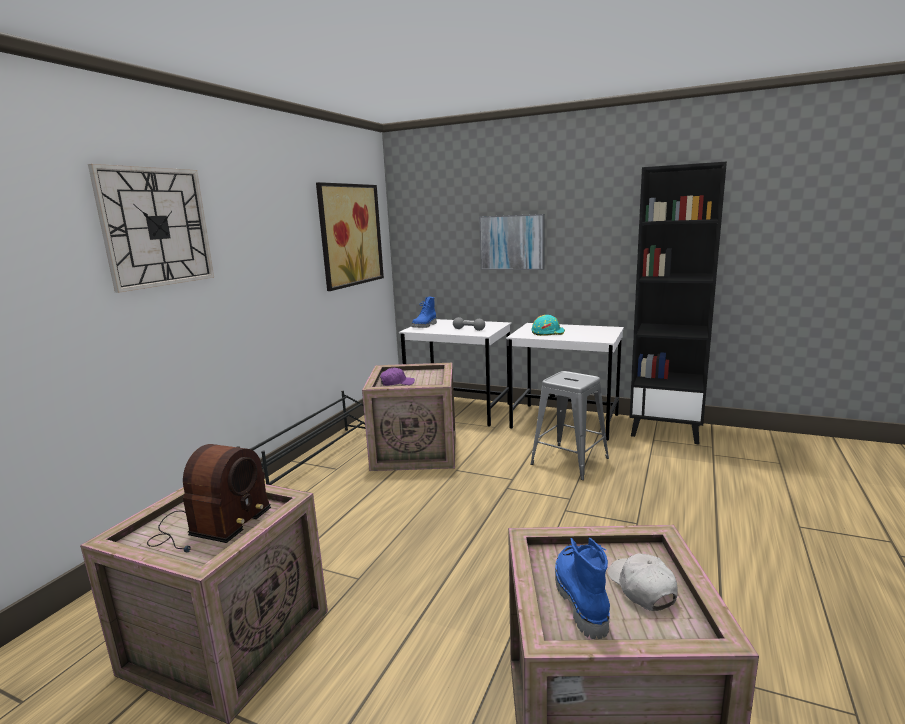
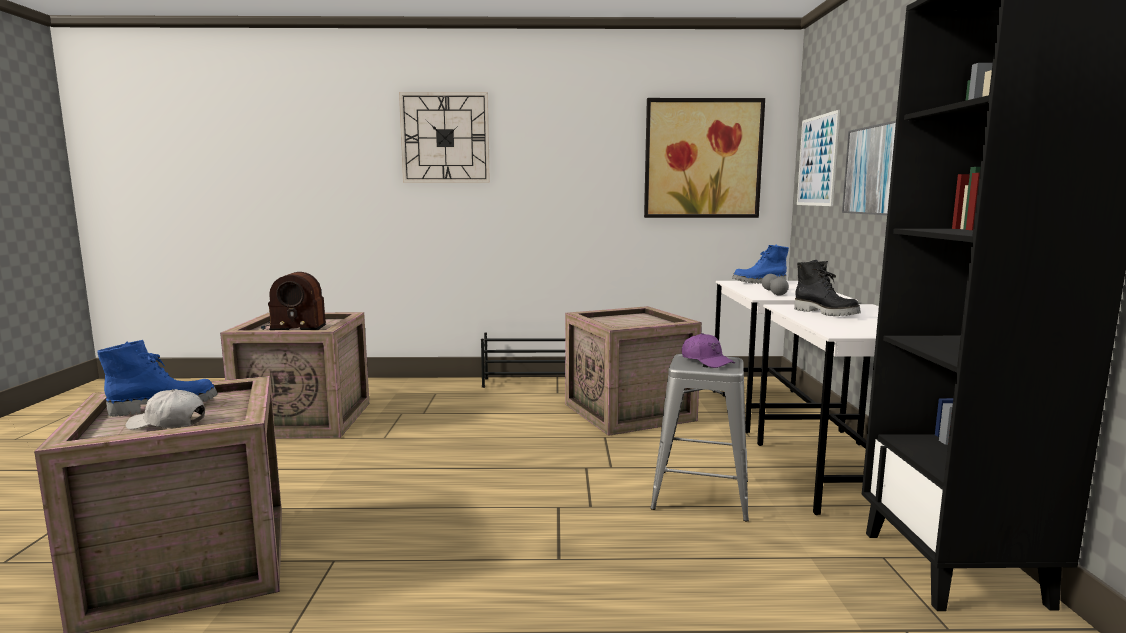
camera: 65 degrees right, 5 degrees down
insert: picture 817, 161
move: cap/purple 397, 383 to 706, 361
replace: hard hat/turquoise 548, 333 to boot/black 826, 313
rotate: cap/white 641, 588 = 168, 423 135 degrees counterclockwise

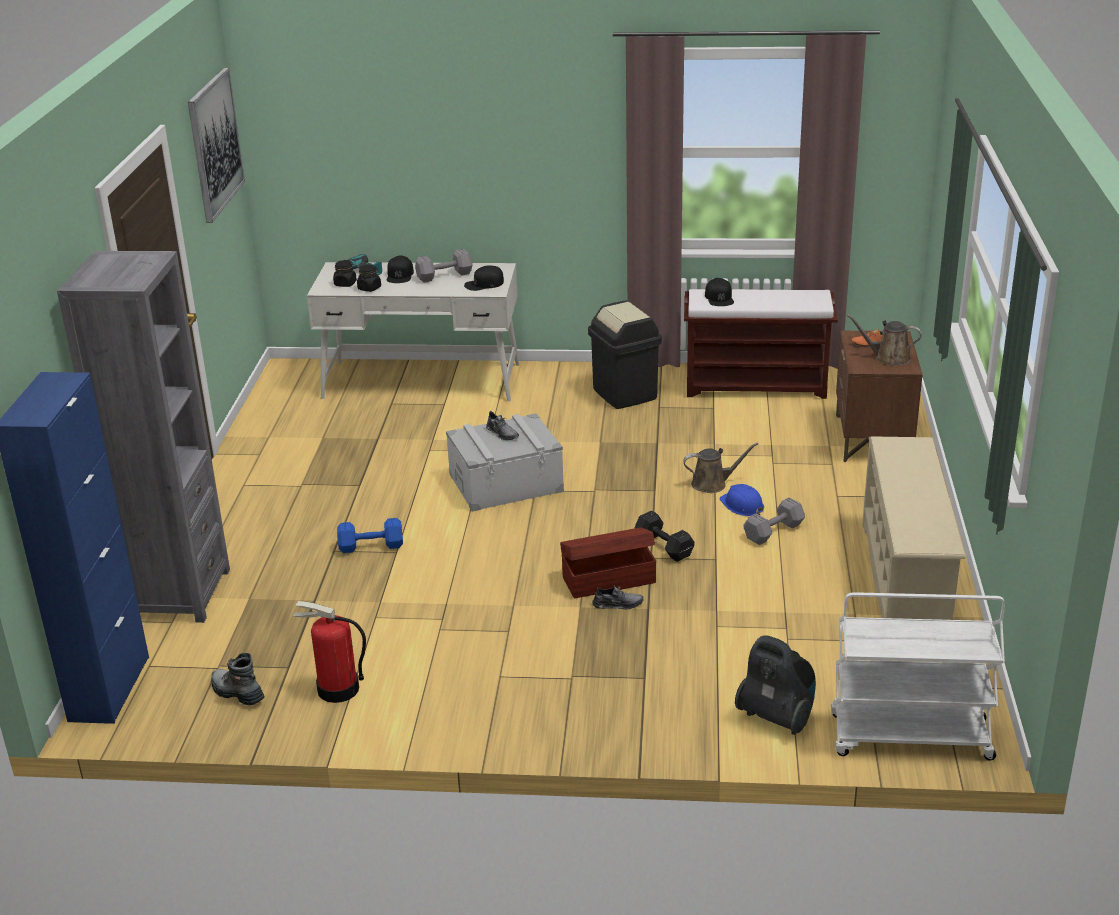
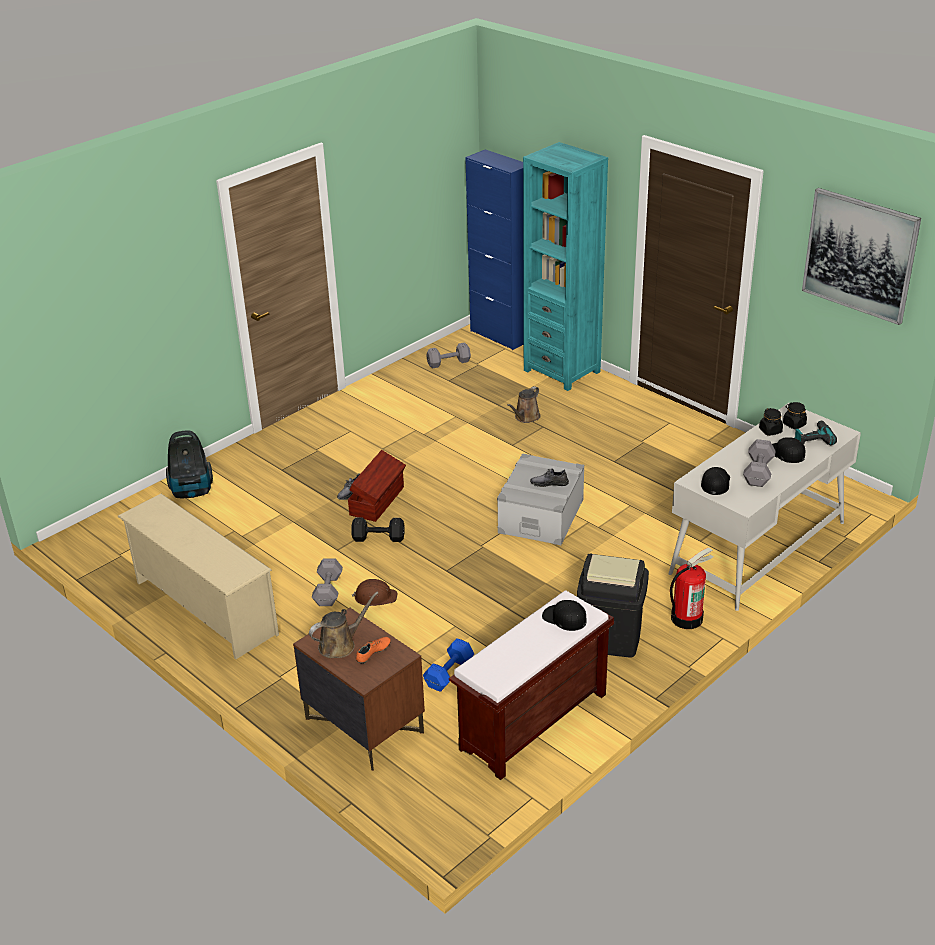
camera: 130 degrees right, 5 degrees up
delete: cart/white 909, 738
move: fire extinguisher 337, 689 to 686, 618; dumbbell/blue 369, 546 to 450, 672; watering can/brown 712, 484 to 526, 417
replace: boot 237, 693 to dumbbell/grey 447, 363
recolor: bookcase/grey 179, 594 to bookcase/turquoise 562, 371; hard hat/blue 742, 505 to hard hat/brown 375, 597

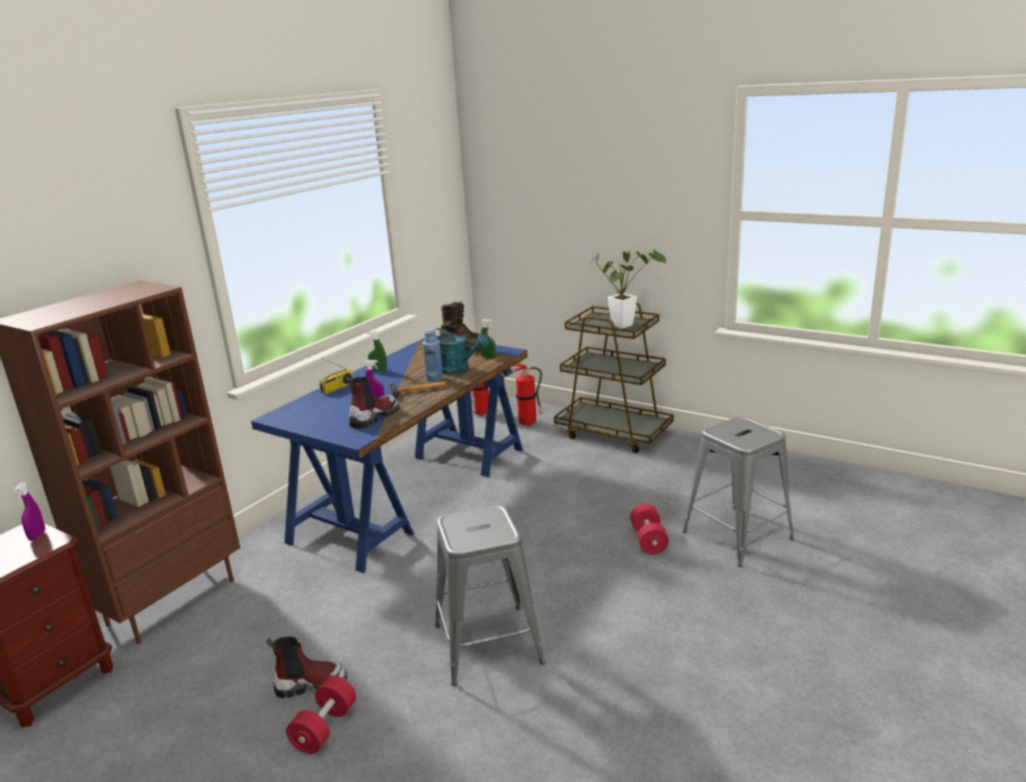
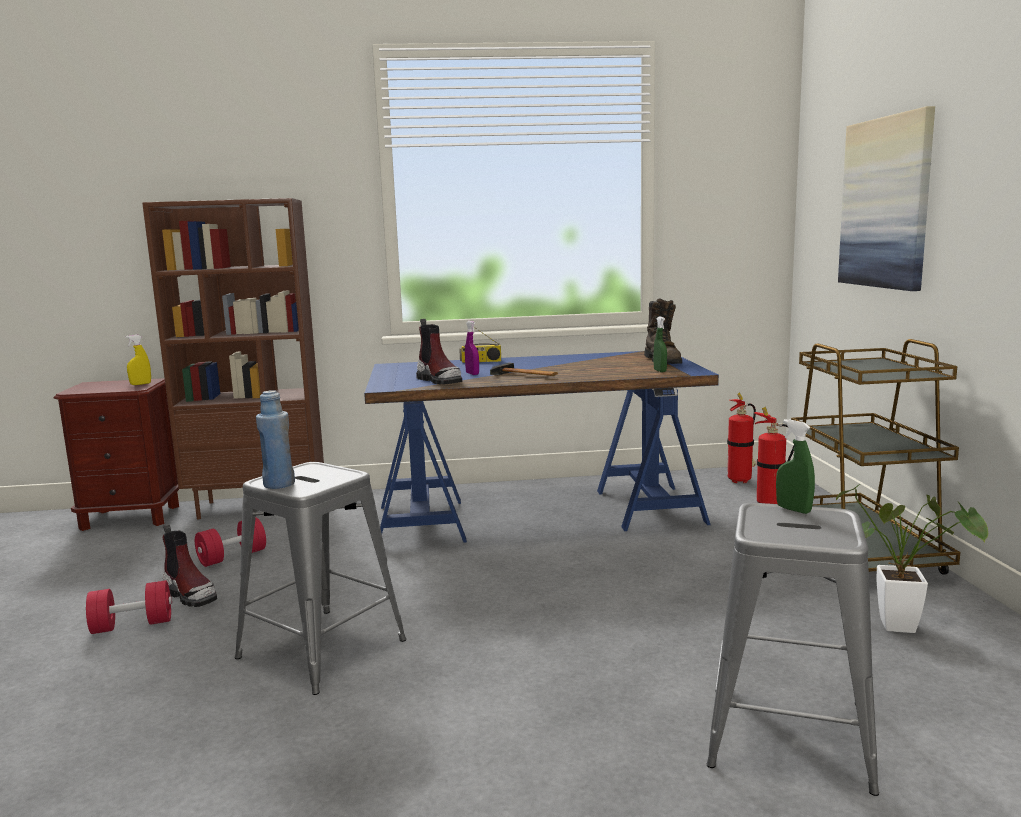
camera: 50 degrees right, 10 degrees down
delete: watering can/turquoise 459, 370
insert: picture 886, 203
move: spray bottle/green 378, 370 to 793, 509; bottle/blue 435, 379 to 279, 484; potted plant 626, 324 to 907, 627; dumbbell/red 648, 540 to 232, 557
recolor: spray bottle/purple 37, 535 to spray bottle/yellow 140, 384
rotate: boot 374, 417 = 440, 380 60 degrees clockwise

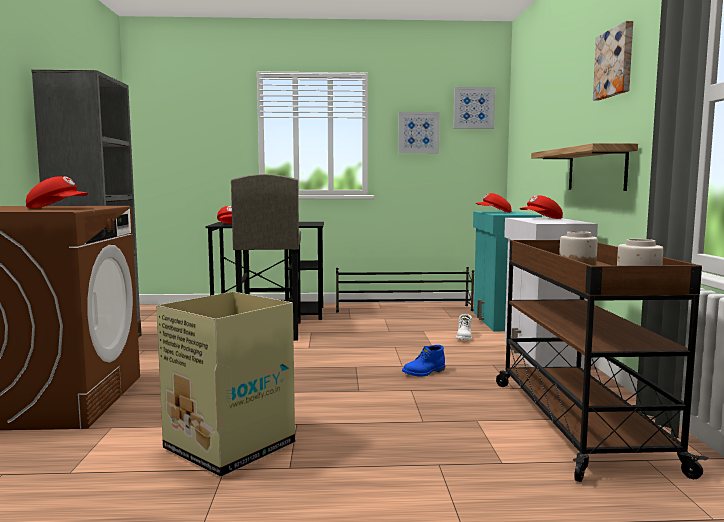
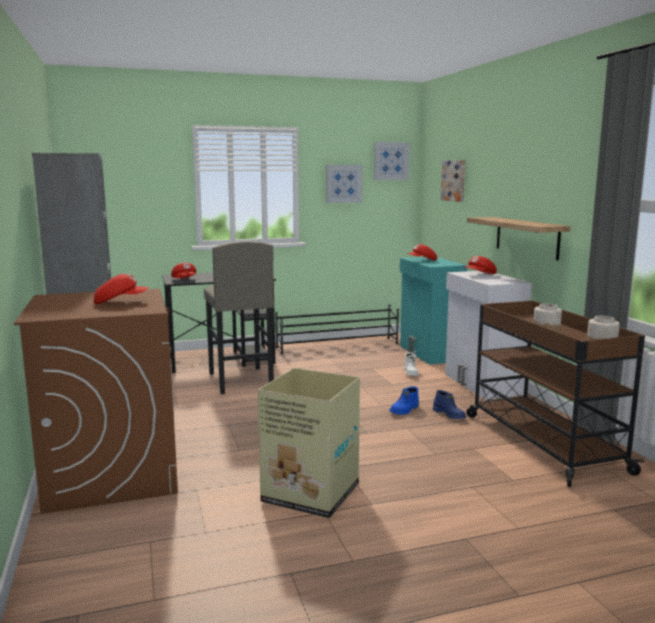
camera: 15 degrees left, 5 degrees up
insert: boot/blue 449, 415
move: picture 615, 63 to 454, 180

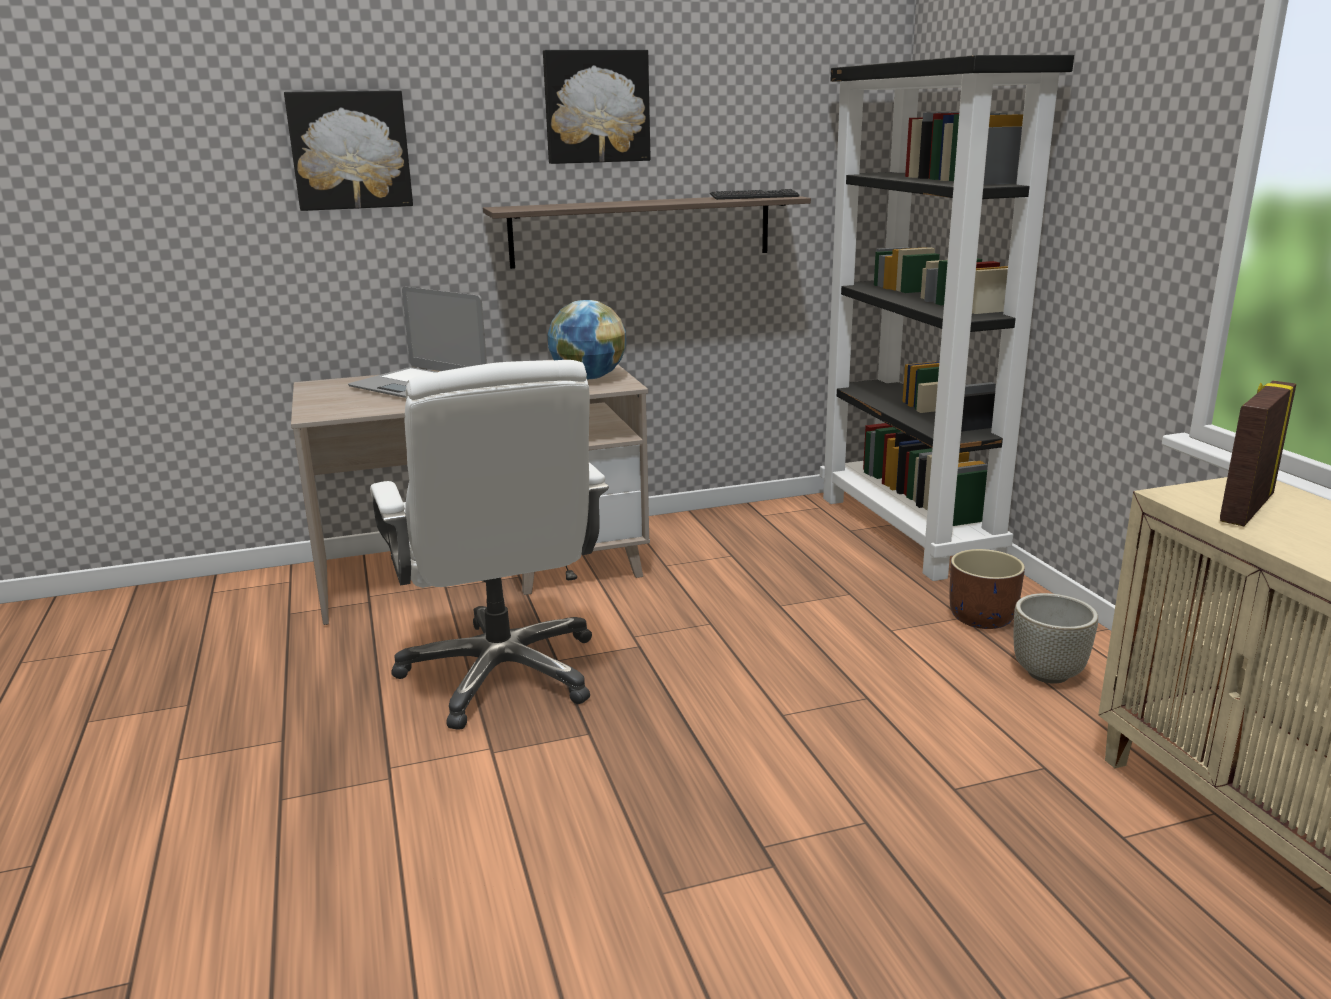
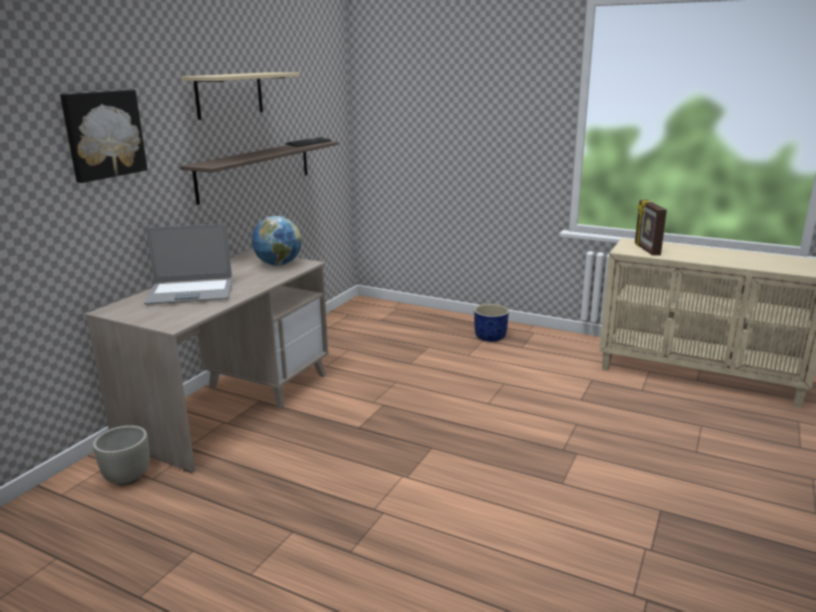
camera: 45 degrees left, 0 degrees up
delete: office chair/white 502, 673; bookcase/black 908, 531
move: planter/grey 1048, 673 to 128, 478
replace: picture 596, 107 to shelf/beige 229, 95
recolor: planter/brown 981, 619 to planter/blue 490, 337

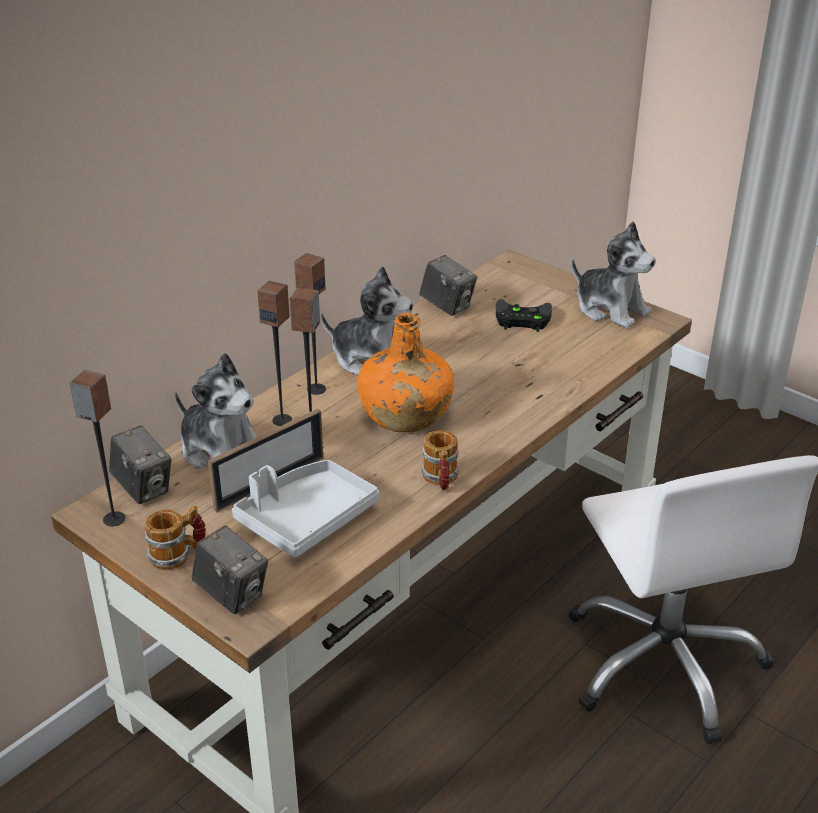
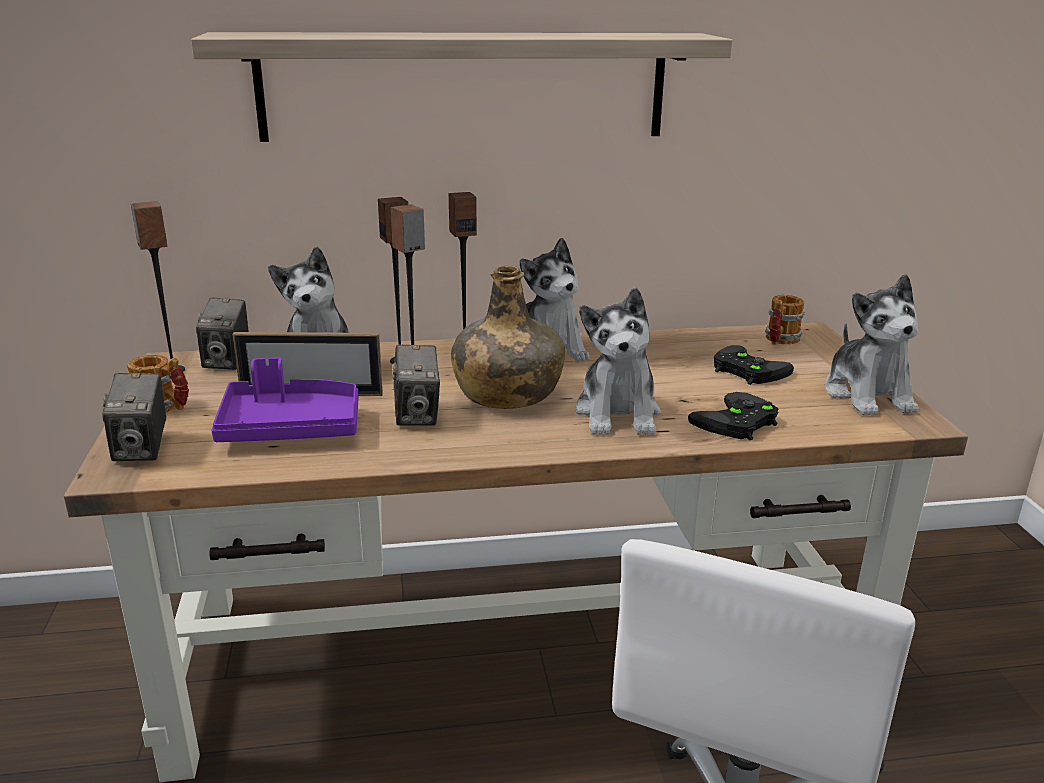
camera: 40 degrees right, 10 degrees down
insert: shelf 464, 86; plush toy 618, 413; game controller/black 736, 423
move: photo camera 447, 306 to 417, 415; mug 441, 480 to 780, 341
recolor: tray/grey 306, 518 to tray/purple 290, 427; bottle/orange 404, 414 to bottle/green 506, 394

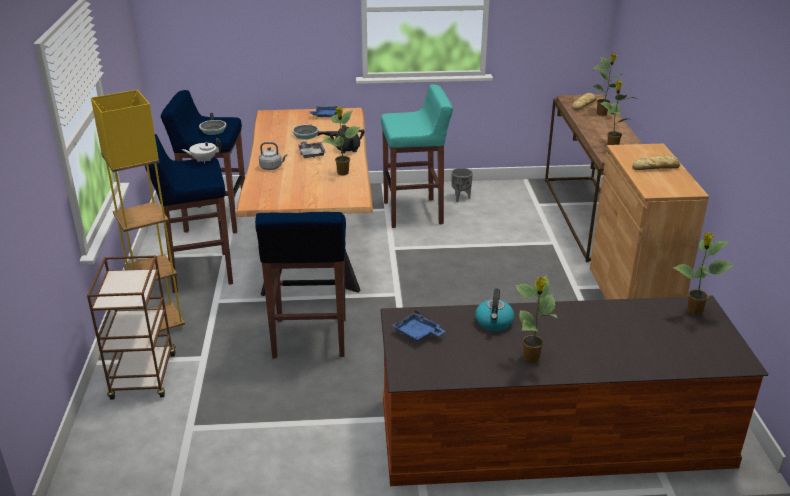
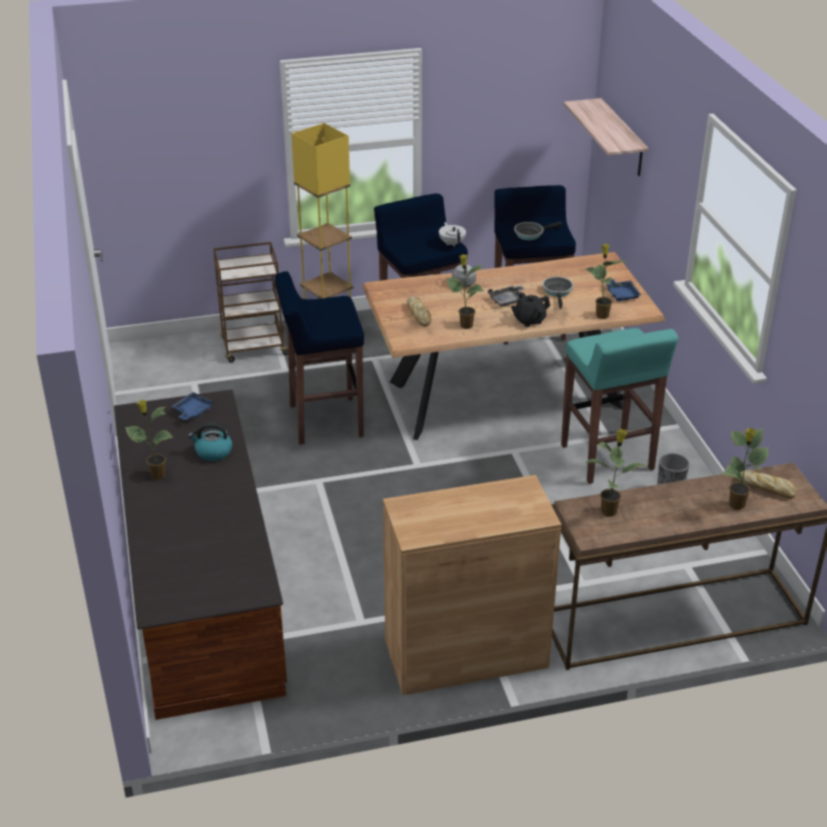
camera: 80 degrees right, 5 degrees up
insert: shelf 622, 138
move: bread 656, 167 to 419, 315; potted plant 693, 311 to 601, 315

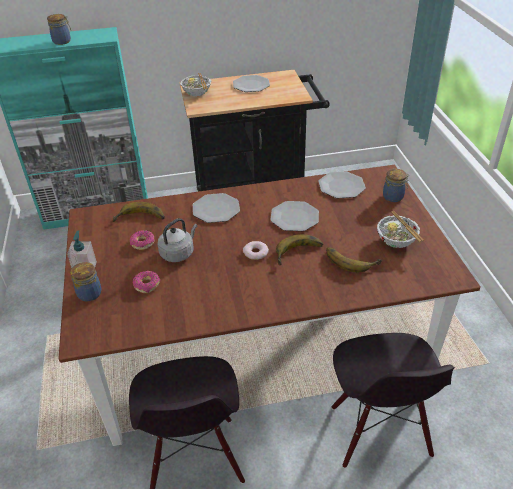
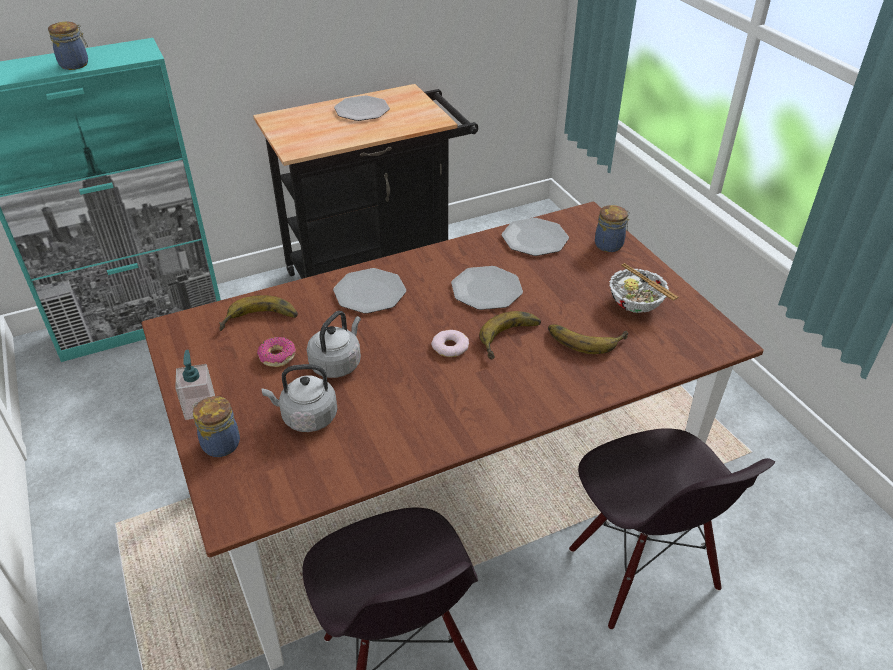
camera: 15 degrees left, 0 degrees up
delete: bowl 197, 93
replace: donut 147, 285 to kettle/grey 306, 417

